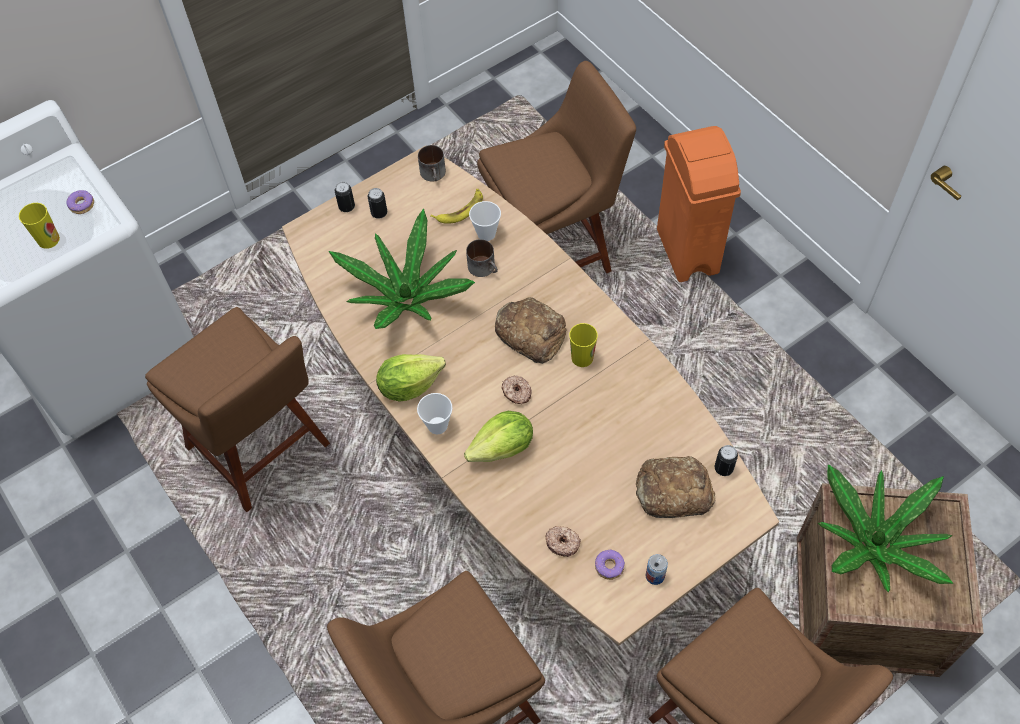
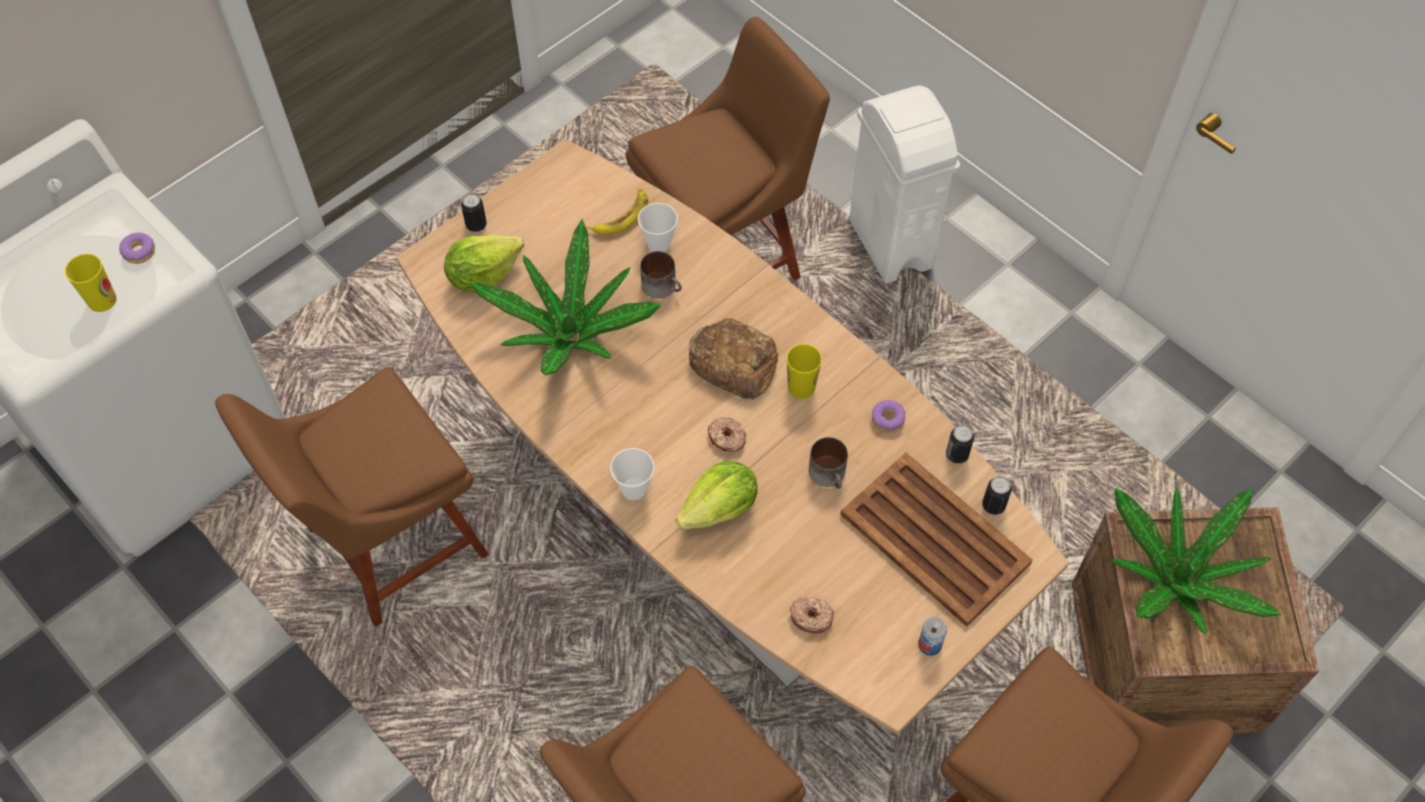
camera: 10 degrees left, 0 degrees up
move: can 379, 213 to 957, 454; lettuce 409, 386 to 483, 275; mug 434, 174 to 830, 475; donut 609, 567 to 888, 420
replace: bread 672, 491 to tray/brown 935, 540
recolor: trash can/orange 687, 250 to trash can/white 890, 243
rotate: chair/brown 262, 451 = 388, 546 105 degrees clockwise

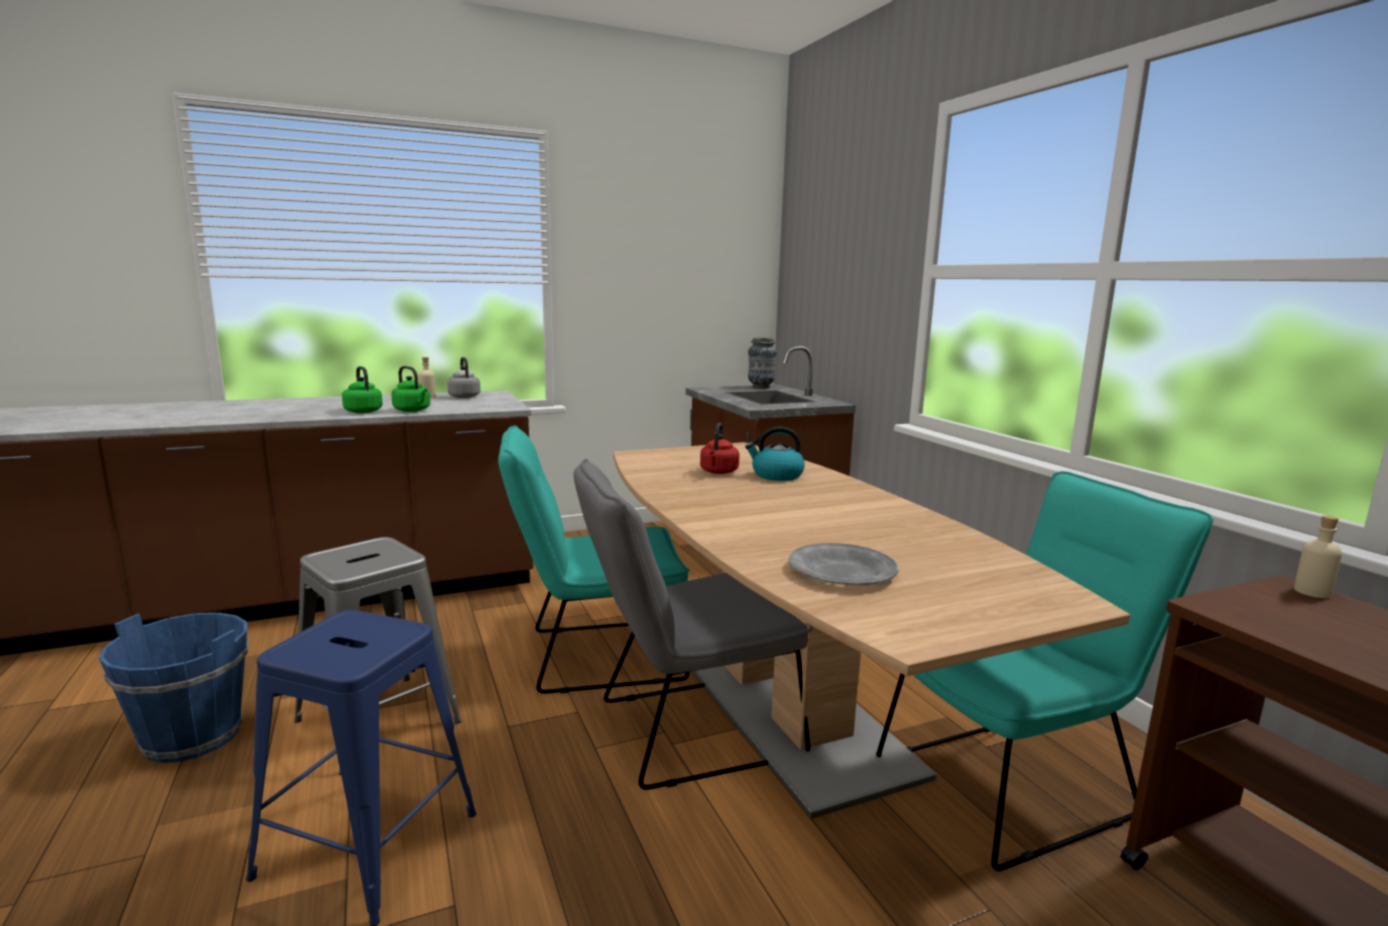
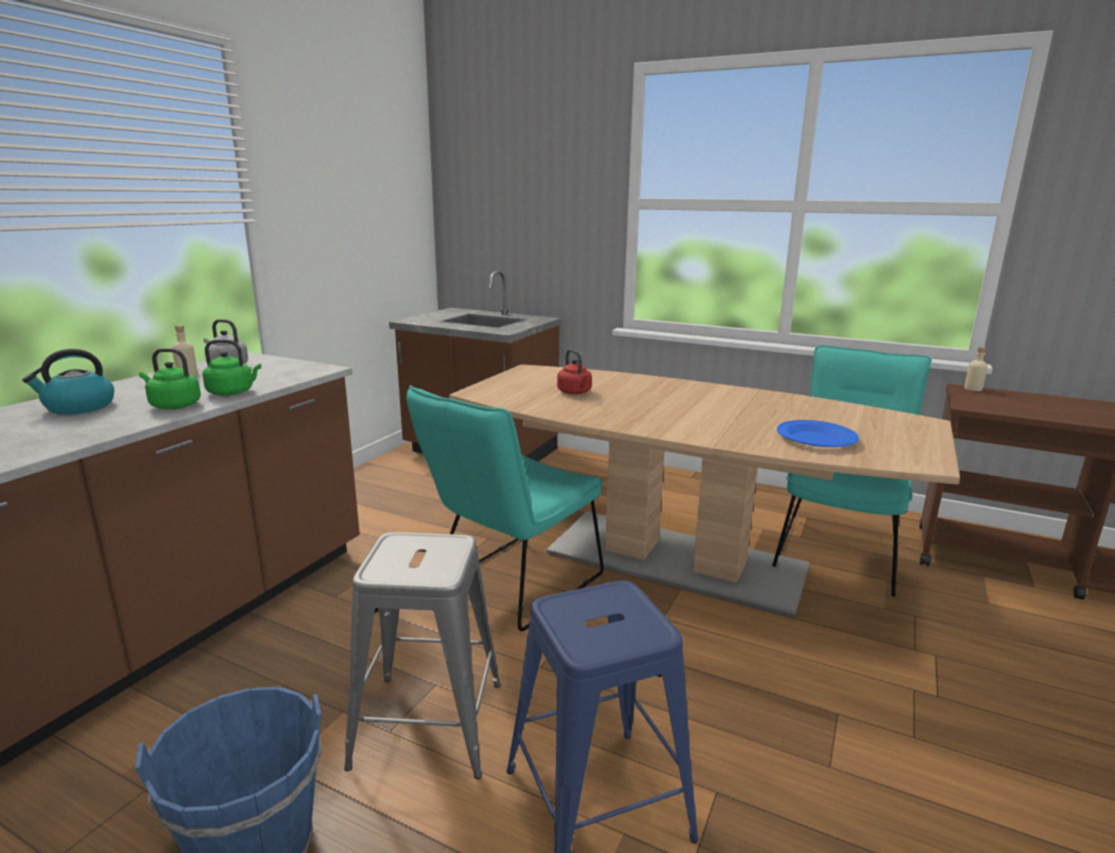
camera: 40 degrees left, 5 degrees up
delete: chair/grey 685, 731; vase 761, 387
move: kettle 776, 475 to 79, 407
recolor: plate/grey 842, 571 to plate/blue 816, 438

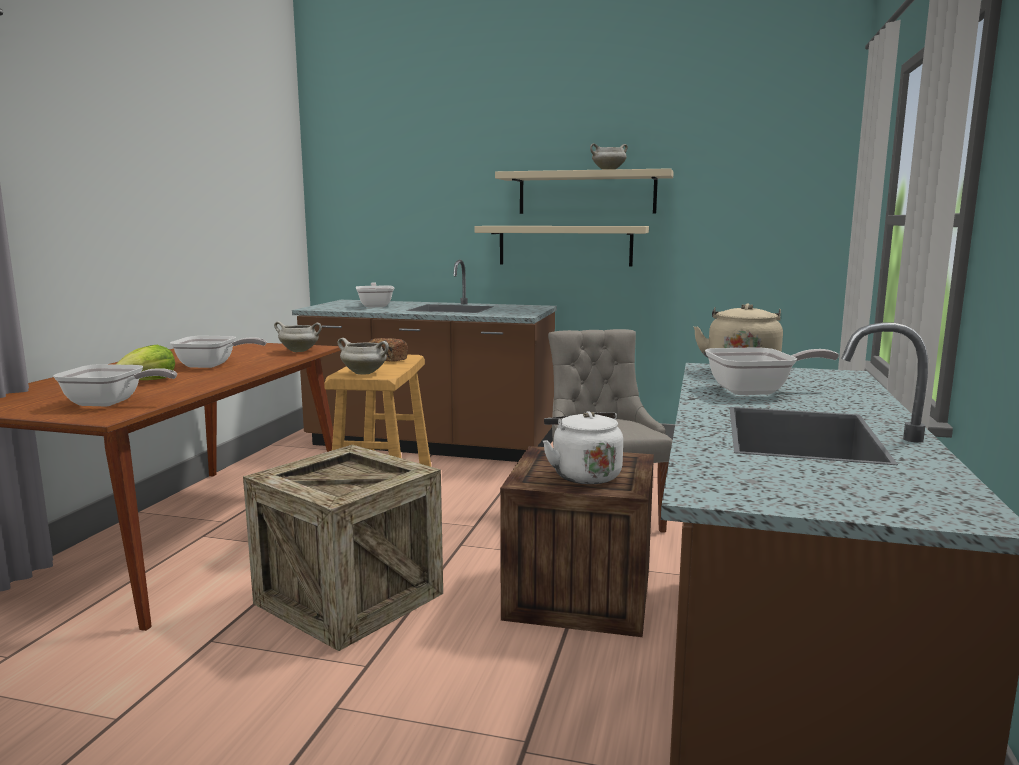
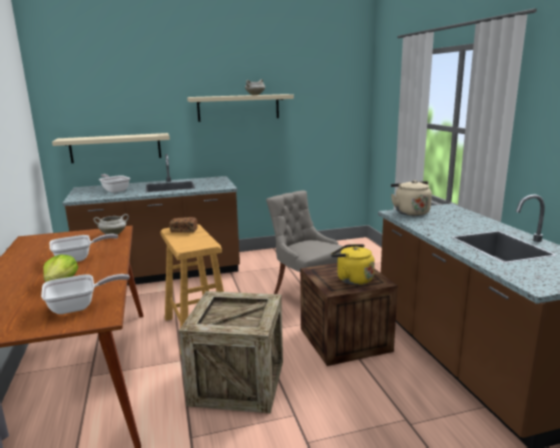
camera: 30 degrees left, 5 degrees up
delete: cooking pot/white 365, 373; frying pan 757, 391
move: shelf/beige 565, 245 to 115, 148
recolor: kettle/white 583, 475 to kettle/yellow 352, 279

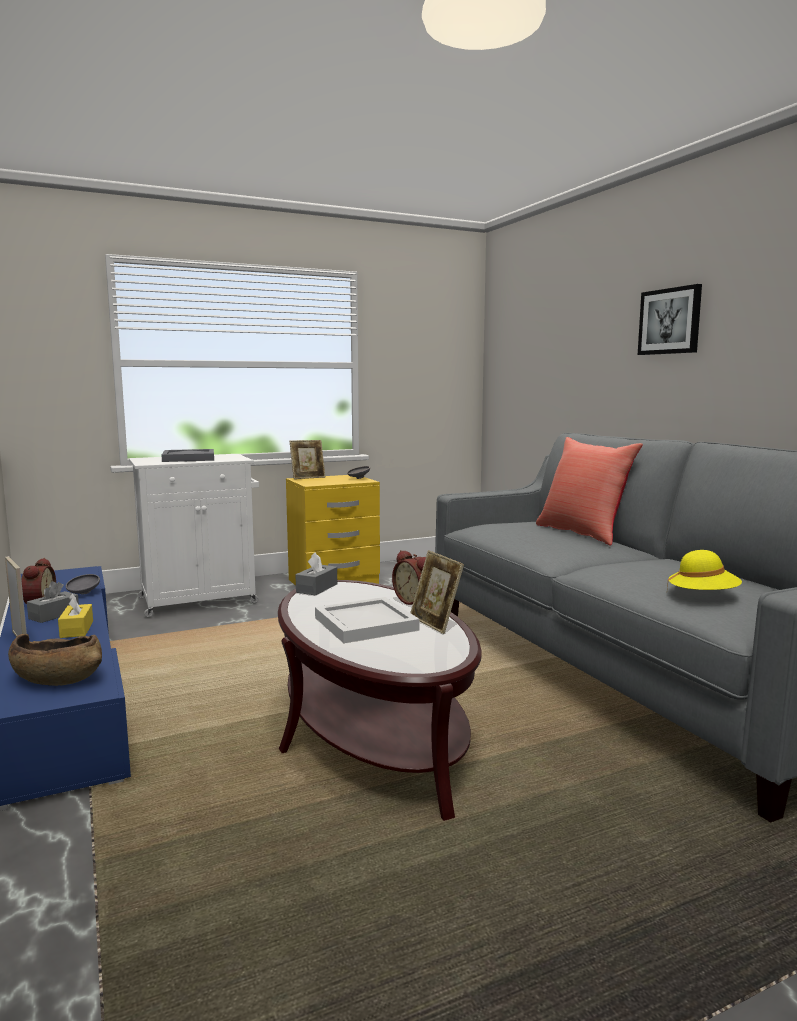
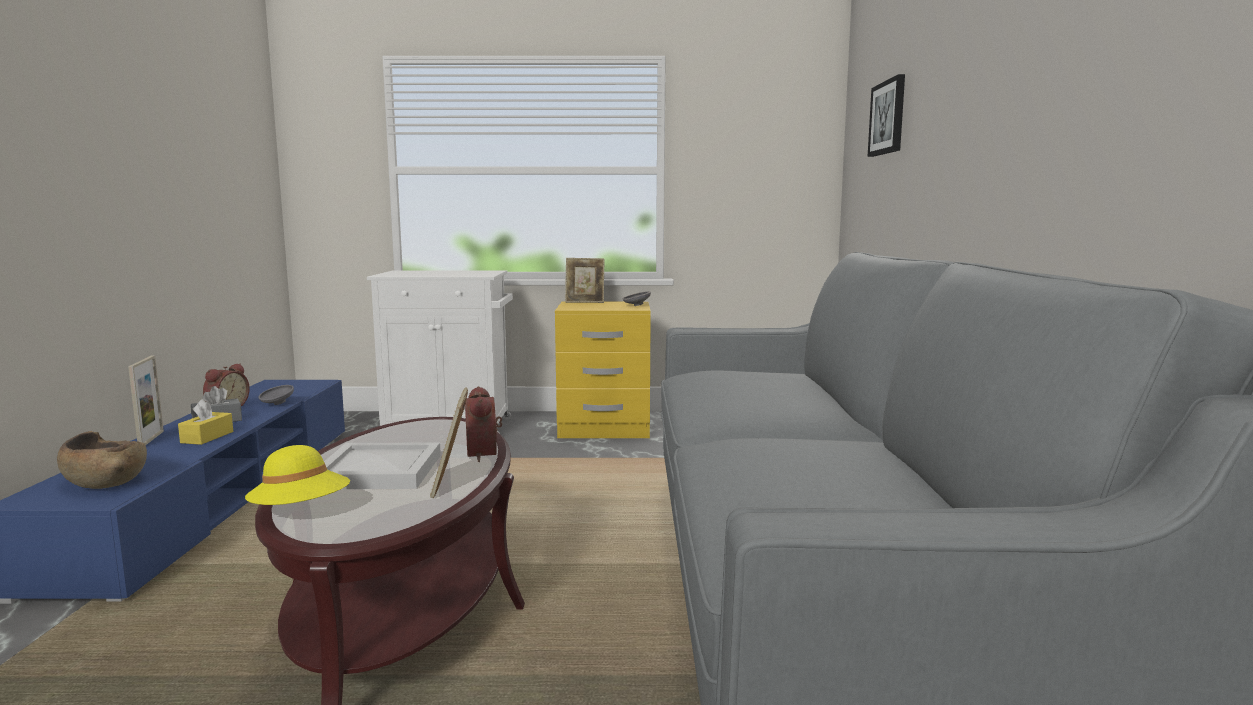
camera: 25 degrees right, 0 degrees up
delete: tray/grey 188, 458; tissue box/grey 317, 588; pillow/red 583, 533
move: picture 670, 321 to 888, 117; hat/yellow 703, 596 to 301, 512

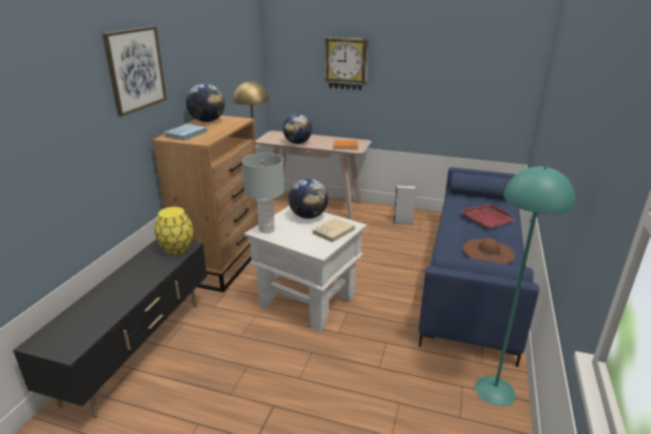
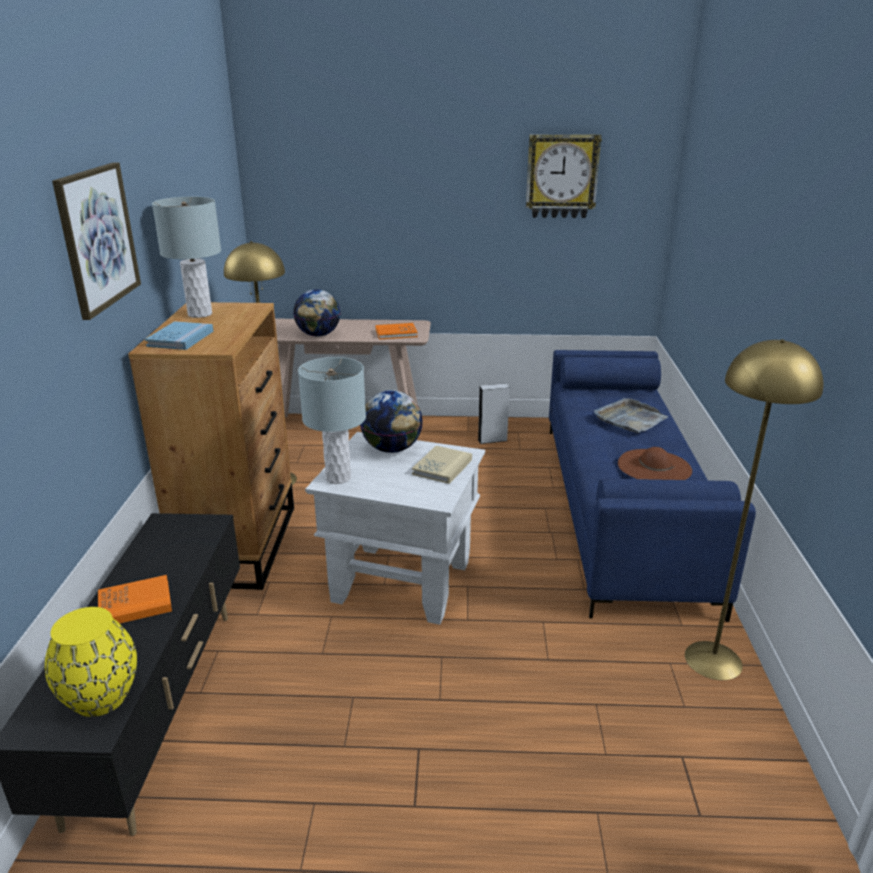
camera: 15 degrees left, 0 degrees up
insert: book/orange 135, 604
move: vase/yellow 177, 249 to 101, 698; wall clock 346, 63 to 561, 176
replace: globe 207, 121 to table lamp/grey 200, 314
recolor: tray/red 487, 218 to tray/grey 630, 419; floor lamp/turquoise 495, 390 to floor lamp/yellow 713, 660

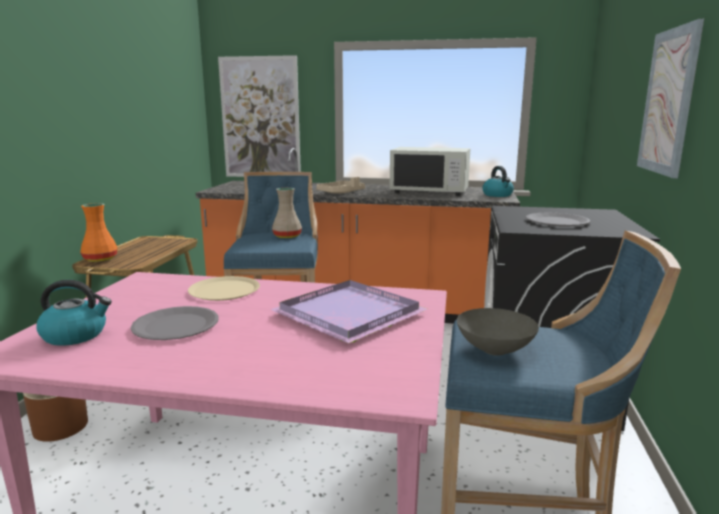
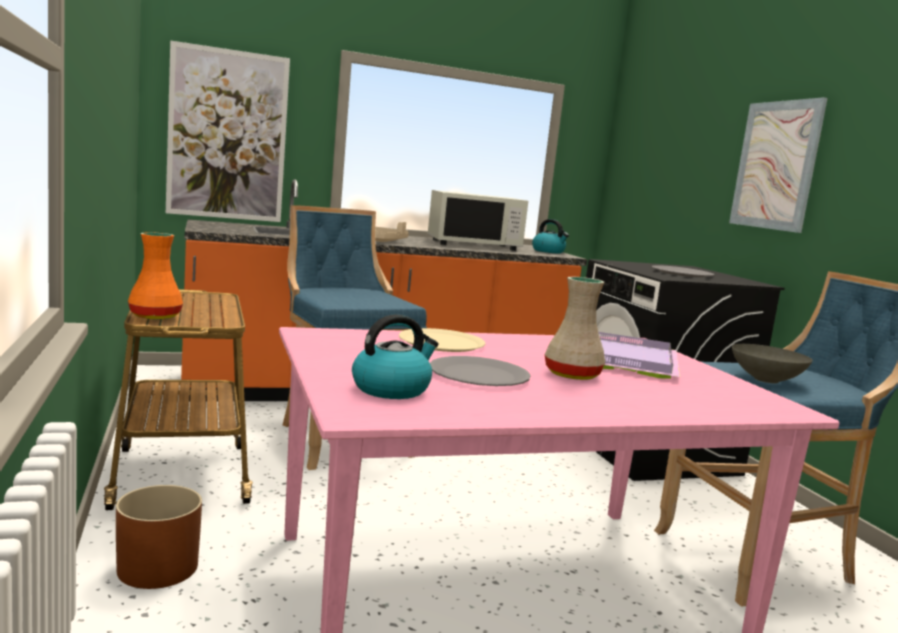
camera: 30 degrees left, 5 degrees down
move: vase/beige 286, 236 to 571, 375

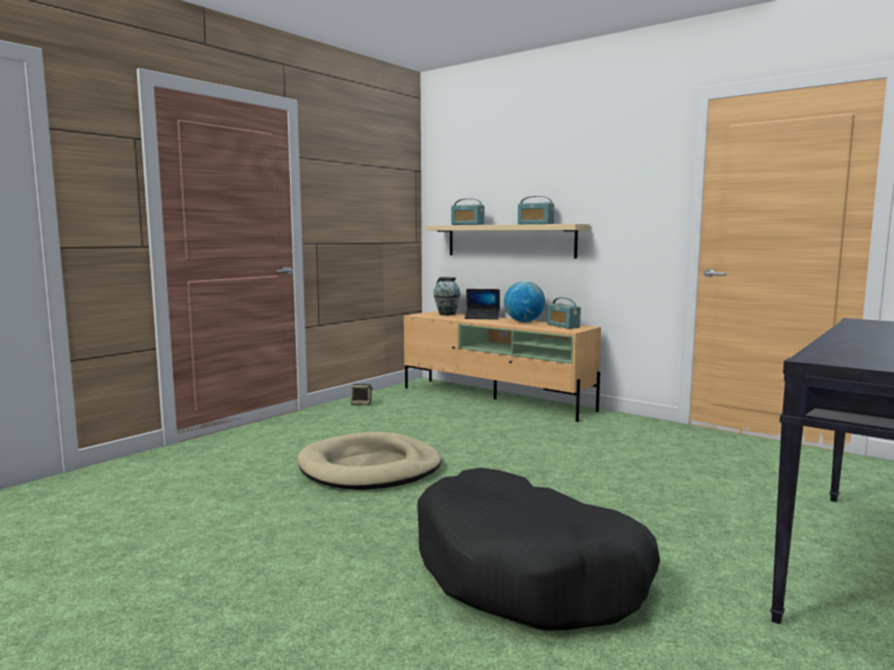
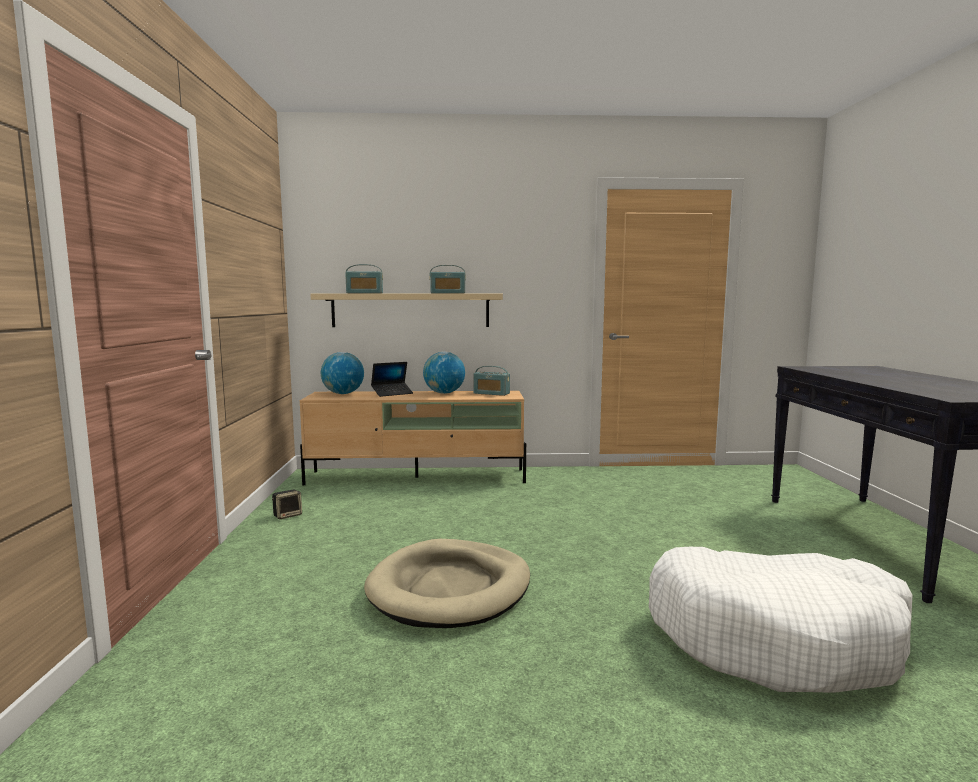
camera: 40 degrees left, 0 degrees up
replace: vase 446, 314 to globe 343, 393
recolor: dog bed/black 529, 574 to dog bed/white 774, 638

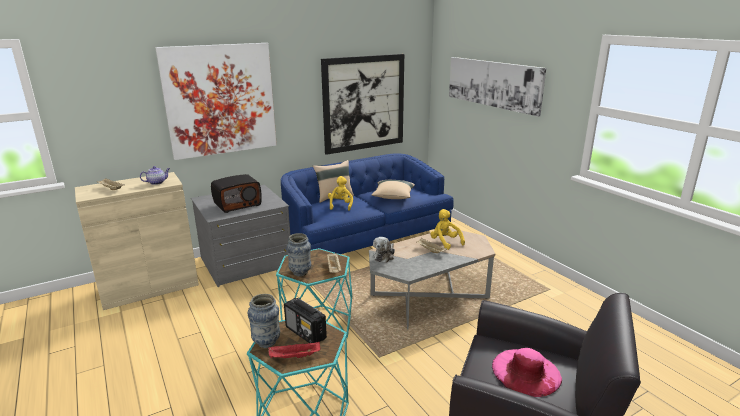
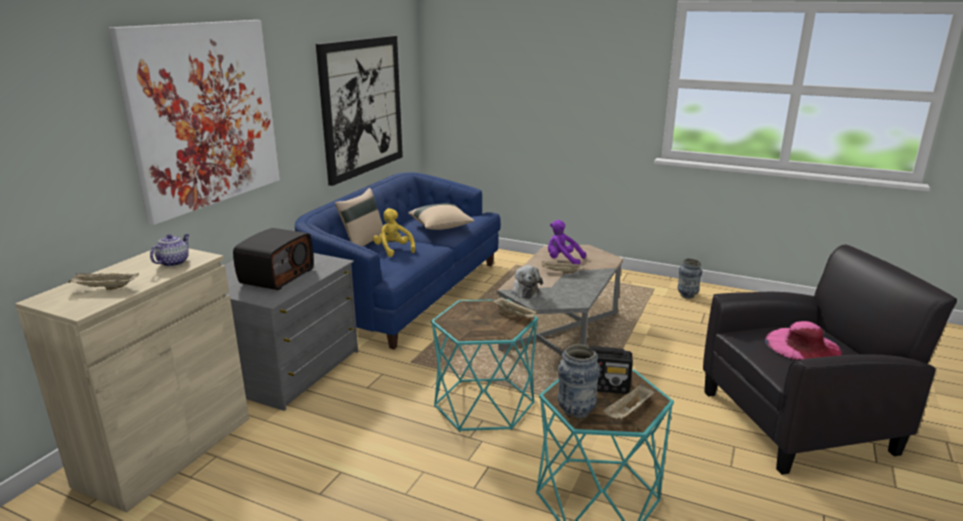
camera: 35 degrees left, 0 degrees up
delete: picture 493, 84
move: vase 300, 273 to 687, 296
recolor: tray/red 294, 357 to tray/beige 628, 412; plush toy/yellow 445, 242 to plush toy/purple 563, 260

